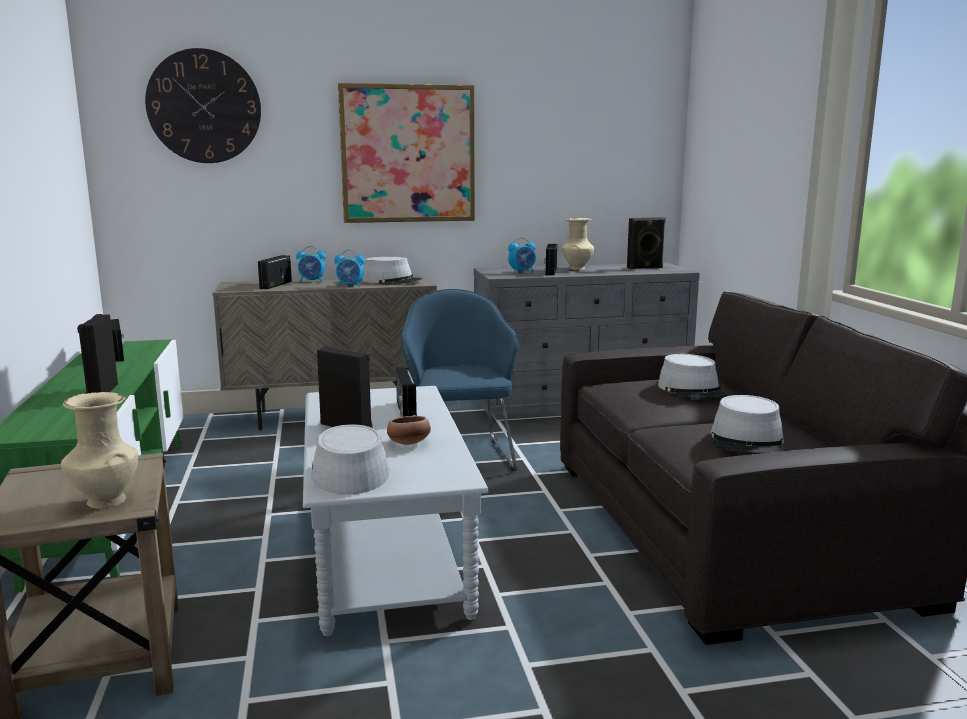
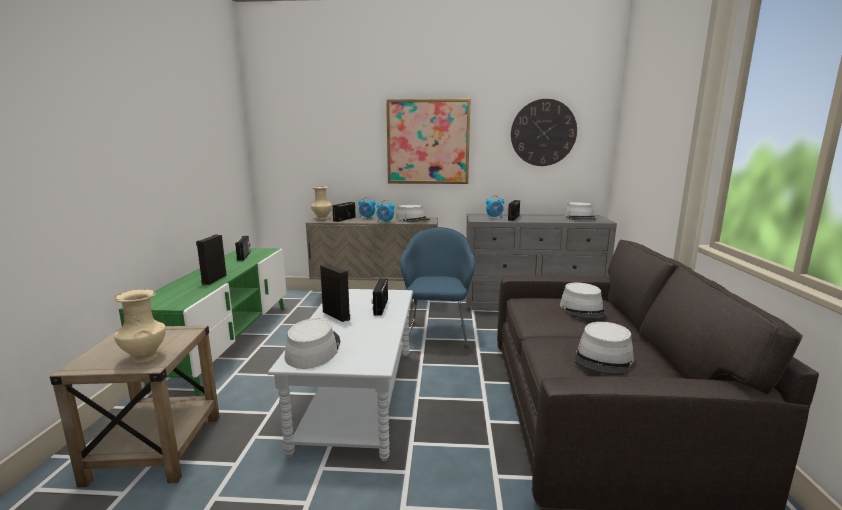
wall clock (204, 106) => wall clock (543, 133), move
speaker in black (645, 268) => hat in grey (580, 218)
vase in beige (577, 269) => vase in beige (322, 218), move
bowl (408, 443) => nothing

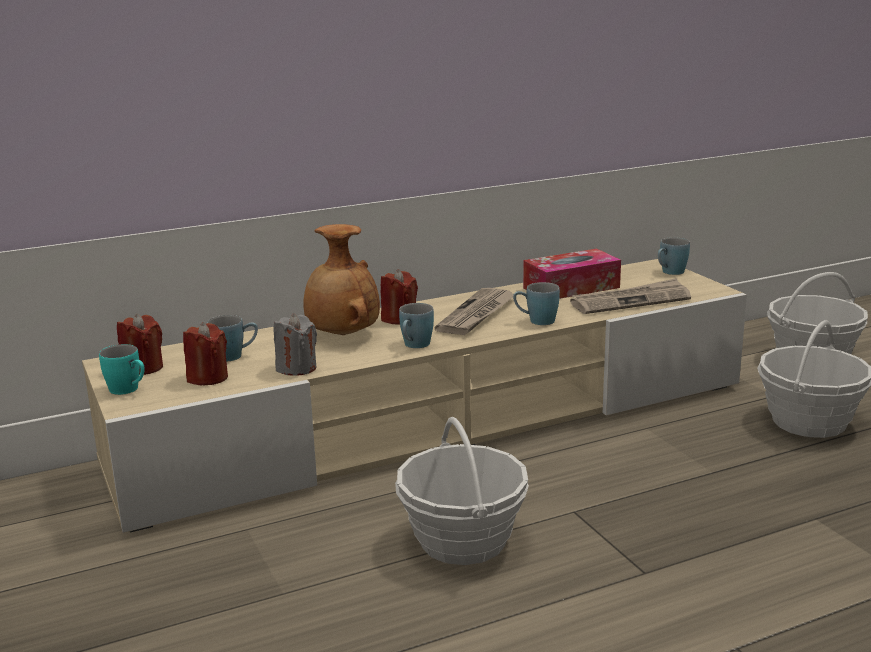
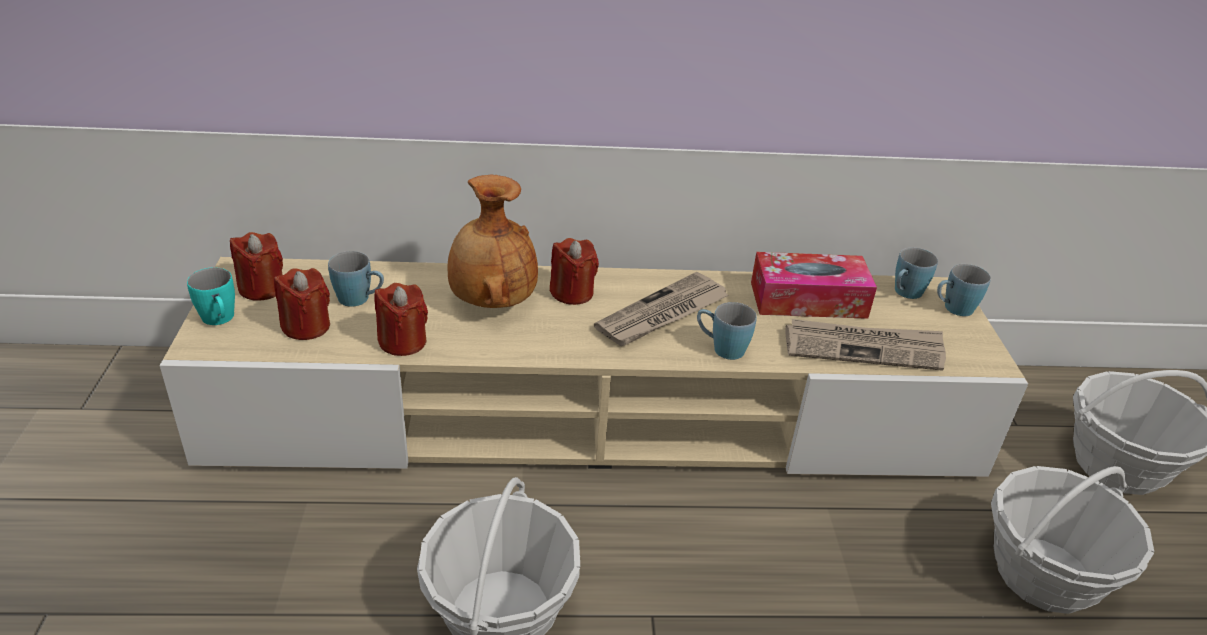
mug in blue (414, 346) => mug in blue (904, 294), move
candle in grey (296, 368) => candle in red (402, 342)

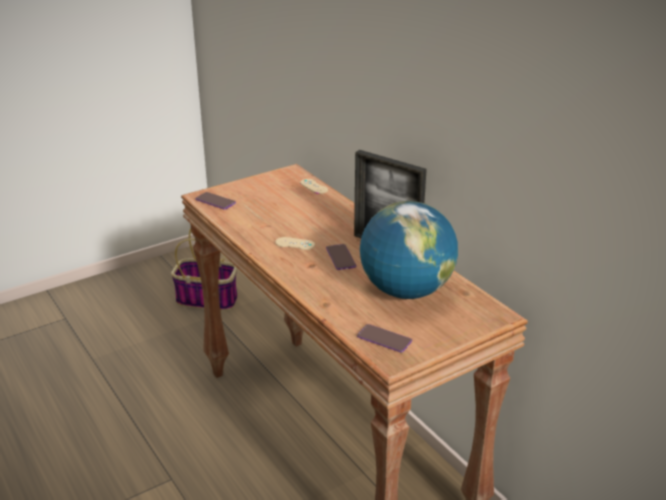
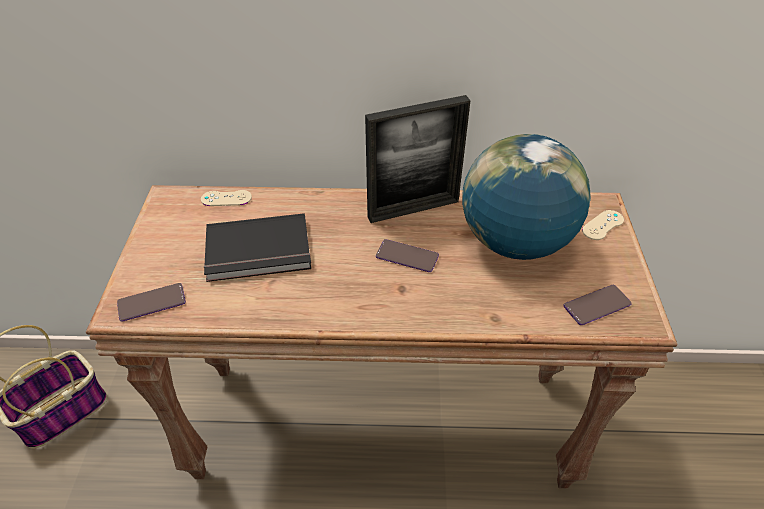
game controller in beige (295, 244) => game controller in beige (603, 225), move
nothing => book in black (259, 252)

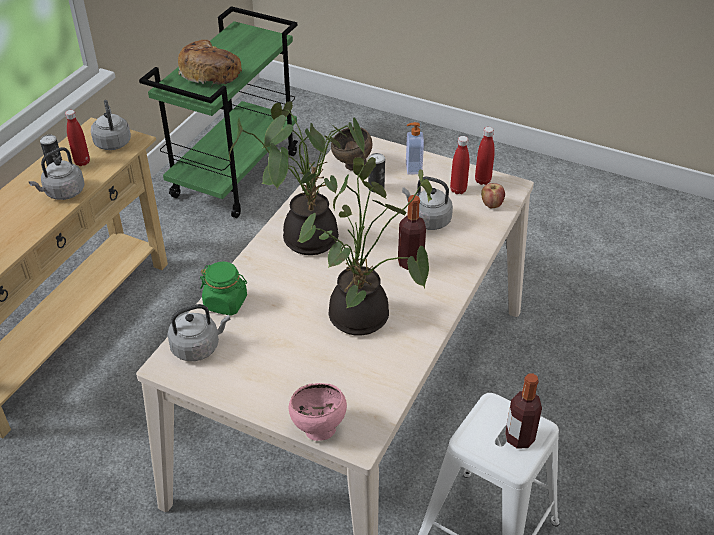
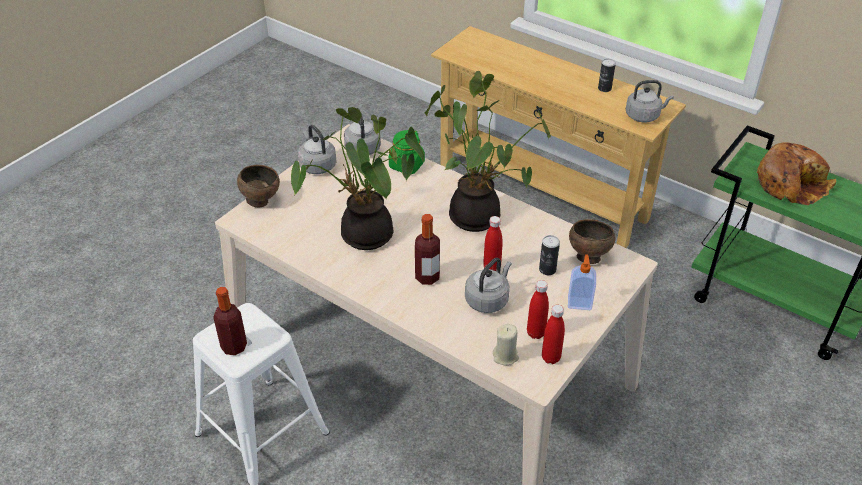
bottle in red (82, 162) => bottle in red (492, 268), move
kettle in grey (63, 193) => kettle in grey (317, 165), move
apple (491, 205) => candle in beige (505, 356)
bowl in pink (318, 429) => bowl in brown (261, 201)

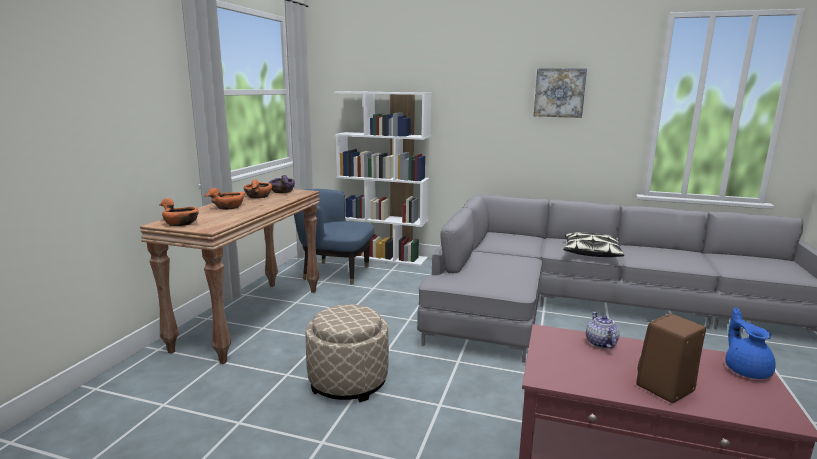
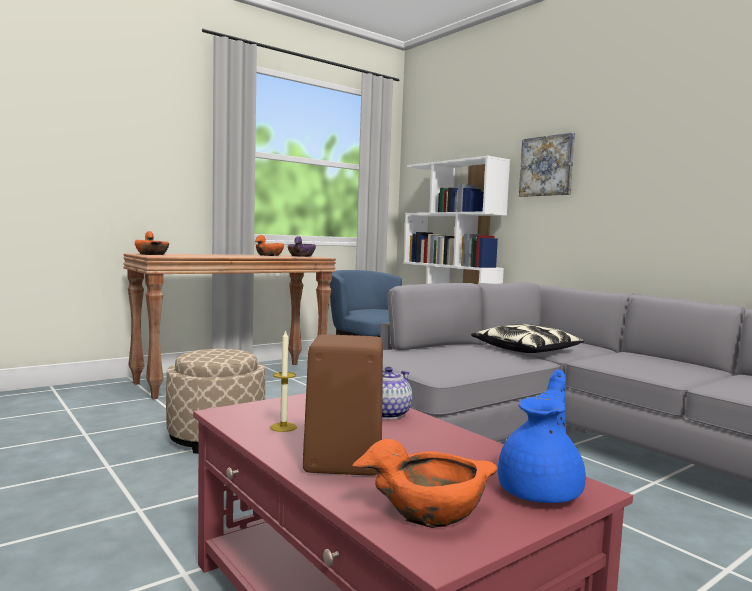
picture (559, 93) => picture (547, 166), move
bowl in orange (228, 207) => bowl in orange (432, 510), move
pillow (591, 252) => pillow (526, 350), move
nothing => candle (283, 427)

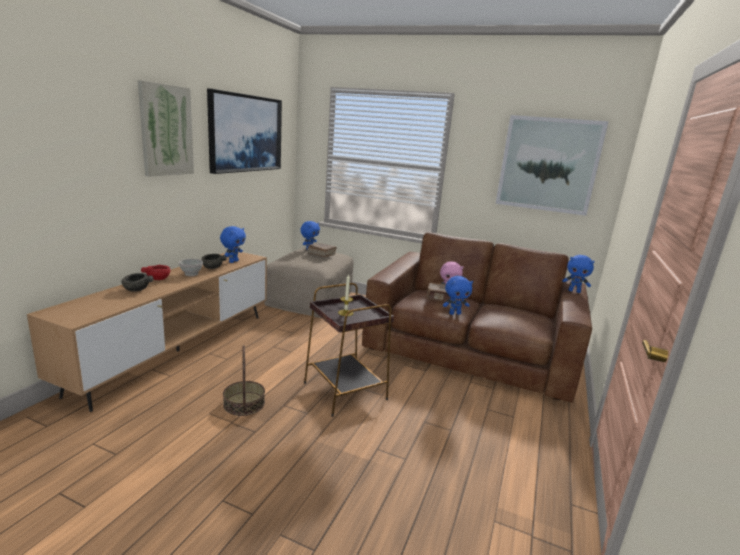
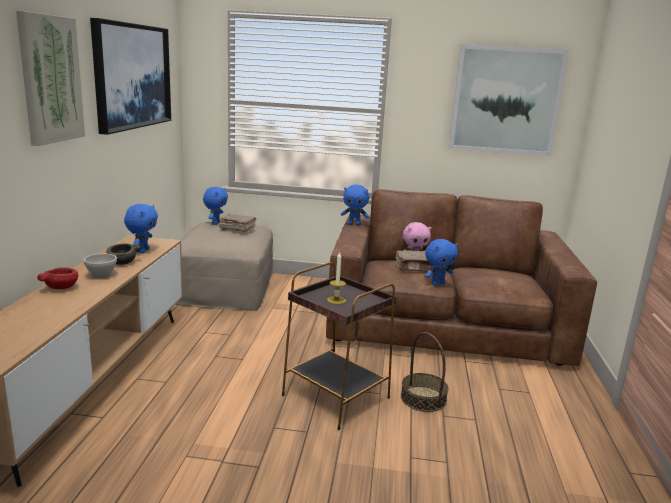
plush toy in blue (574, 291) => plush toy in blue (354, 224), move
bowl in grey (136, 290) => nothing
basket (244, 403) => basket (423, 398), move

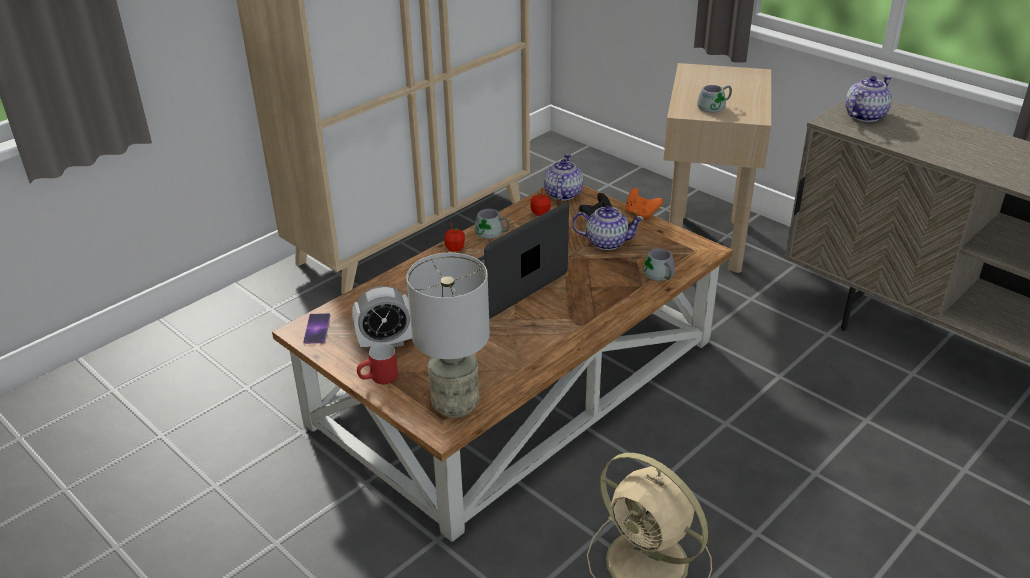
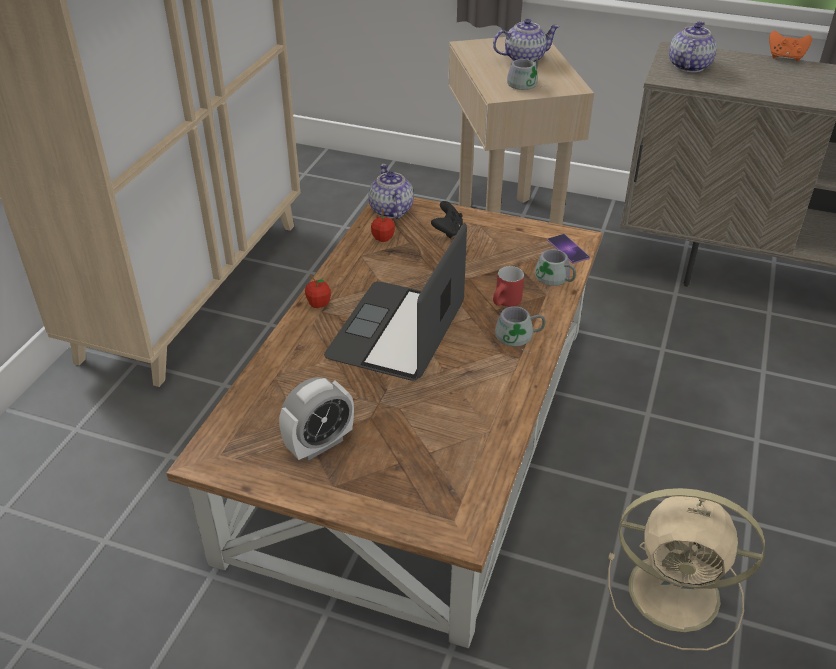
game controller in orange (641, 214) => game controller in orange (785, 57), move
teapot (606, 242) => teapot (523, 58), move
mug in grey (491, 234) => mug in grey (519, 338), move
table lamp in grey (454, 405) => nothing
phone (317, 328) => phone (568, 249), move
mug in red (379, 380) => mug in red (506, 304), move

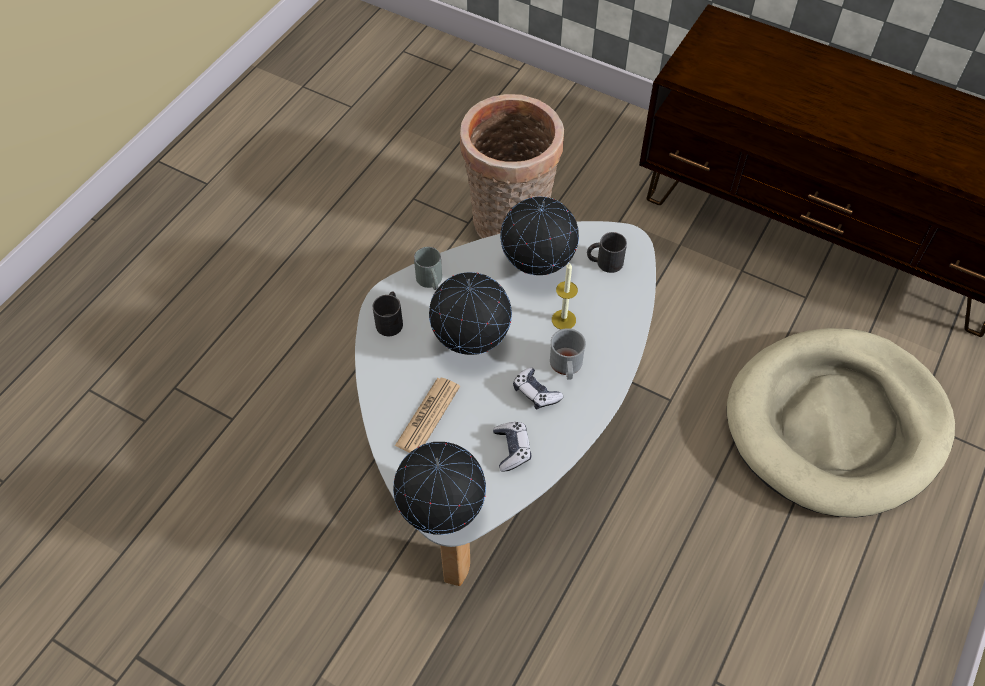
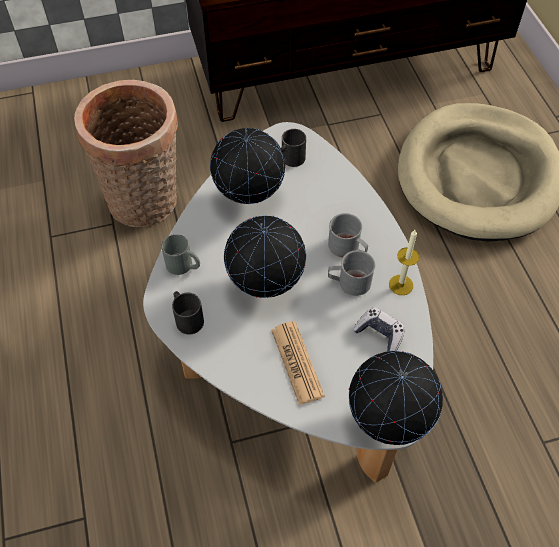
candle (563, 320) => candle (401, 285), move
game controller (536, 393) => mug in grey (349, 282)

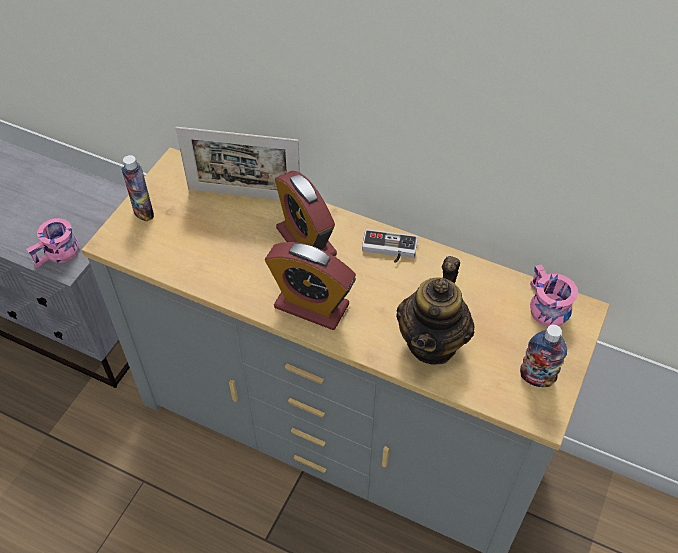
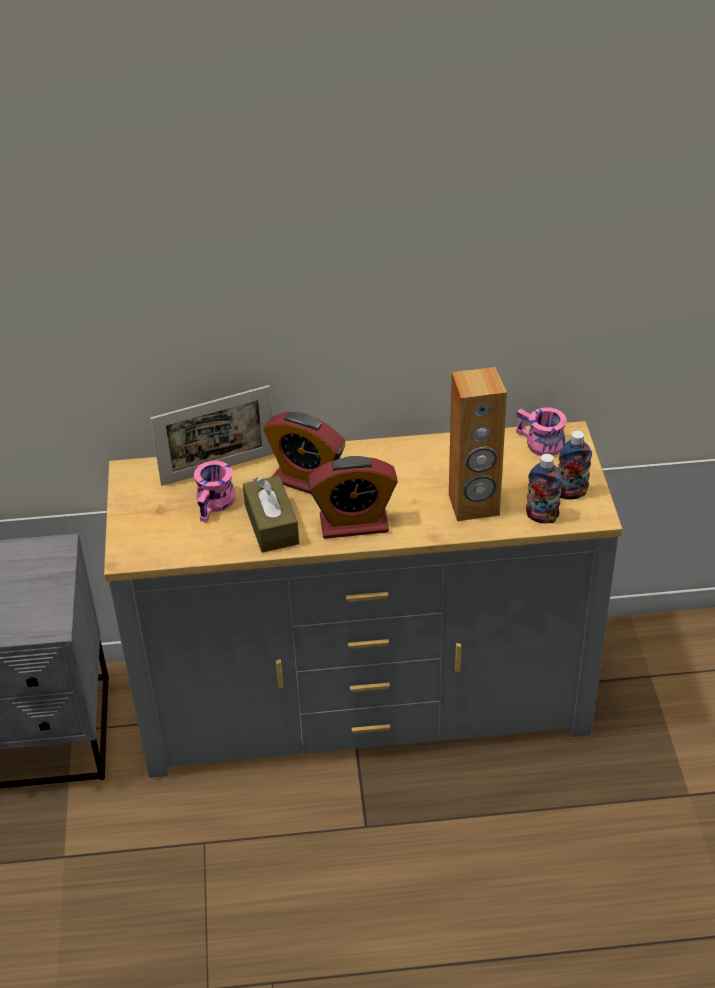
bottle (143, 212) => bottle (541, 517), move
mug in pink (59, 255) => mug in pink (216, 504), move
game controller (388, 250) => nothing
teapot (432, 342) => speaker in brown (474, 505)
nothing => tissue box in brown (271, 525)

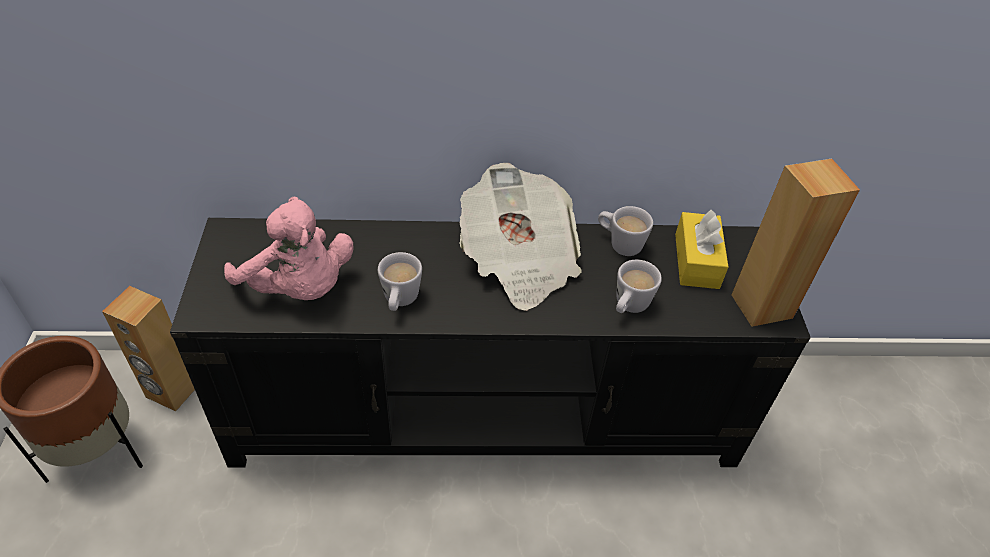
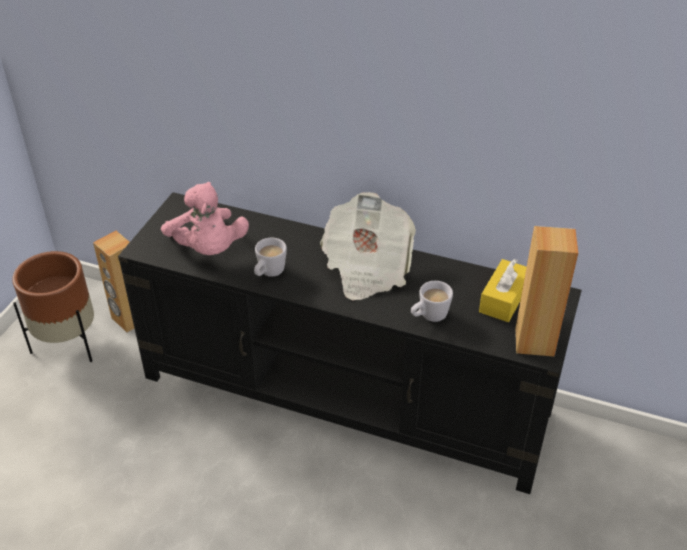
mug in white (619, 244) => nothing

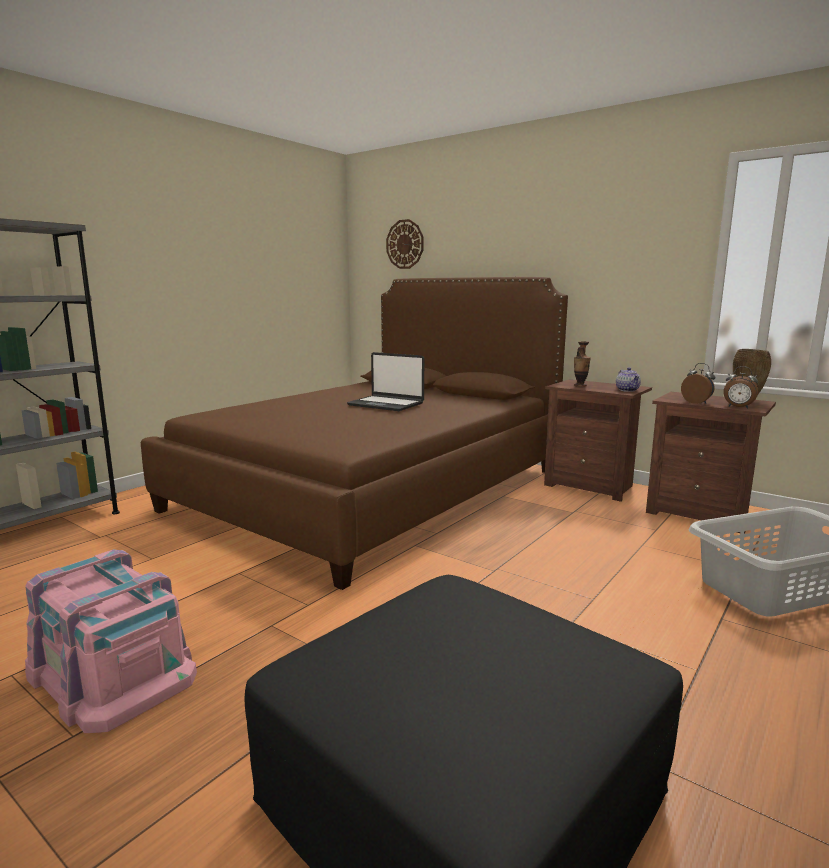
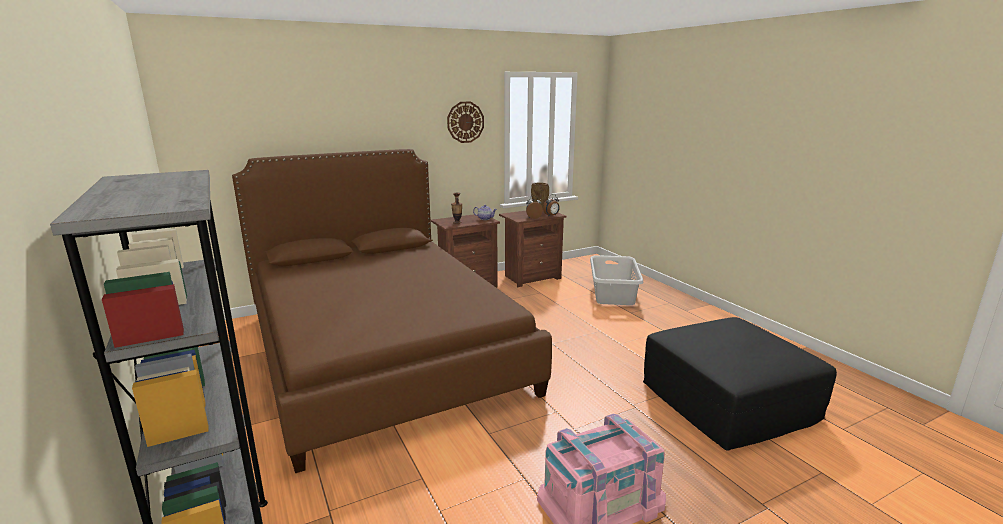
wall clock (405, 244) => wall clock (465, 122), move
laptop (386, 404) => nothing

